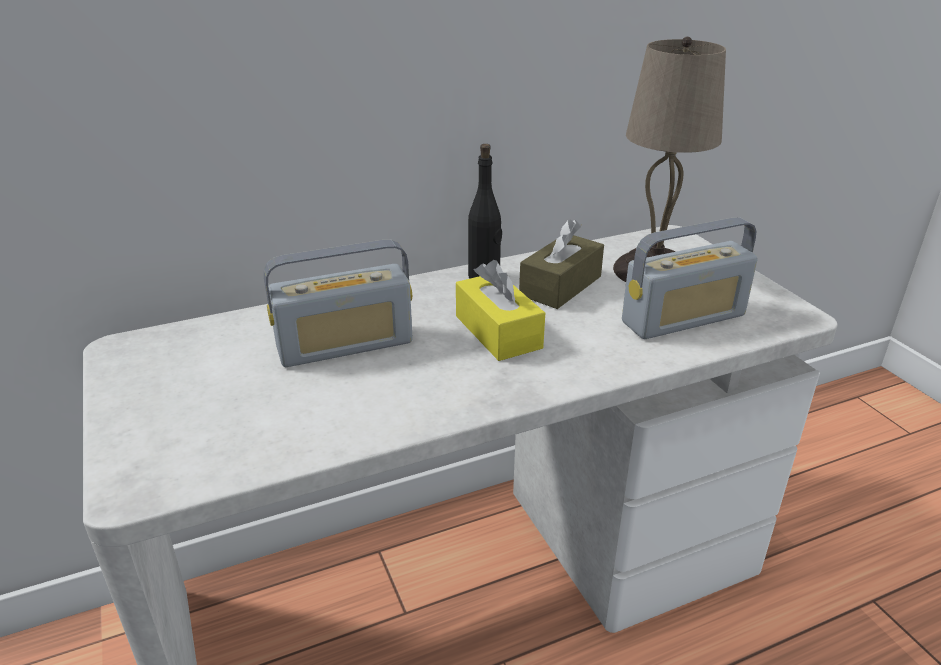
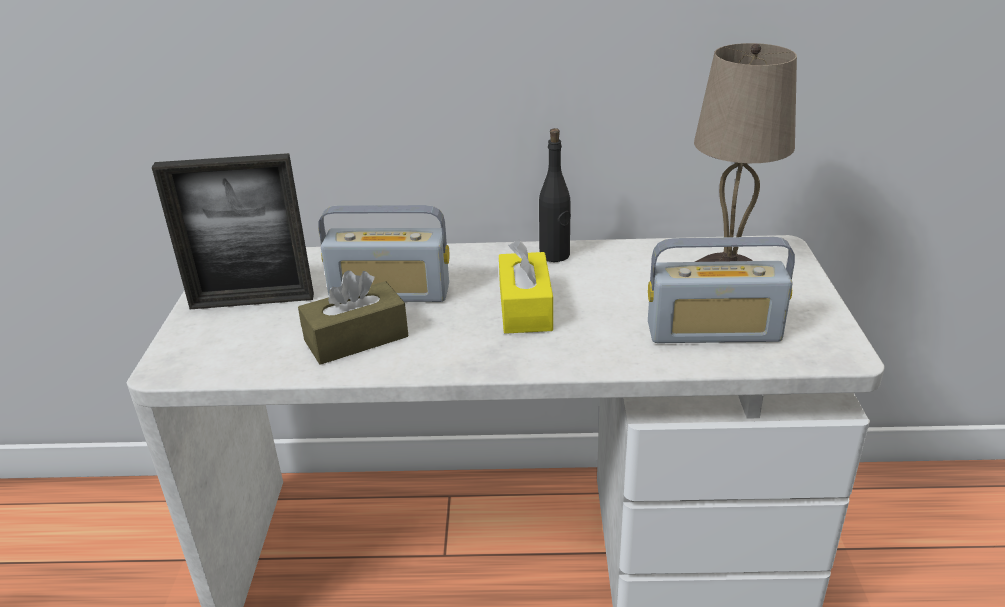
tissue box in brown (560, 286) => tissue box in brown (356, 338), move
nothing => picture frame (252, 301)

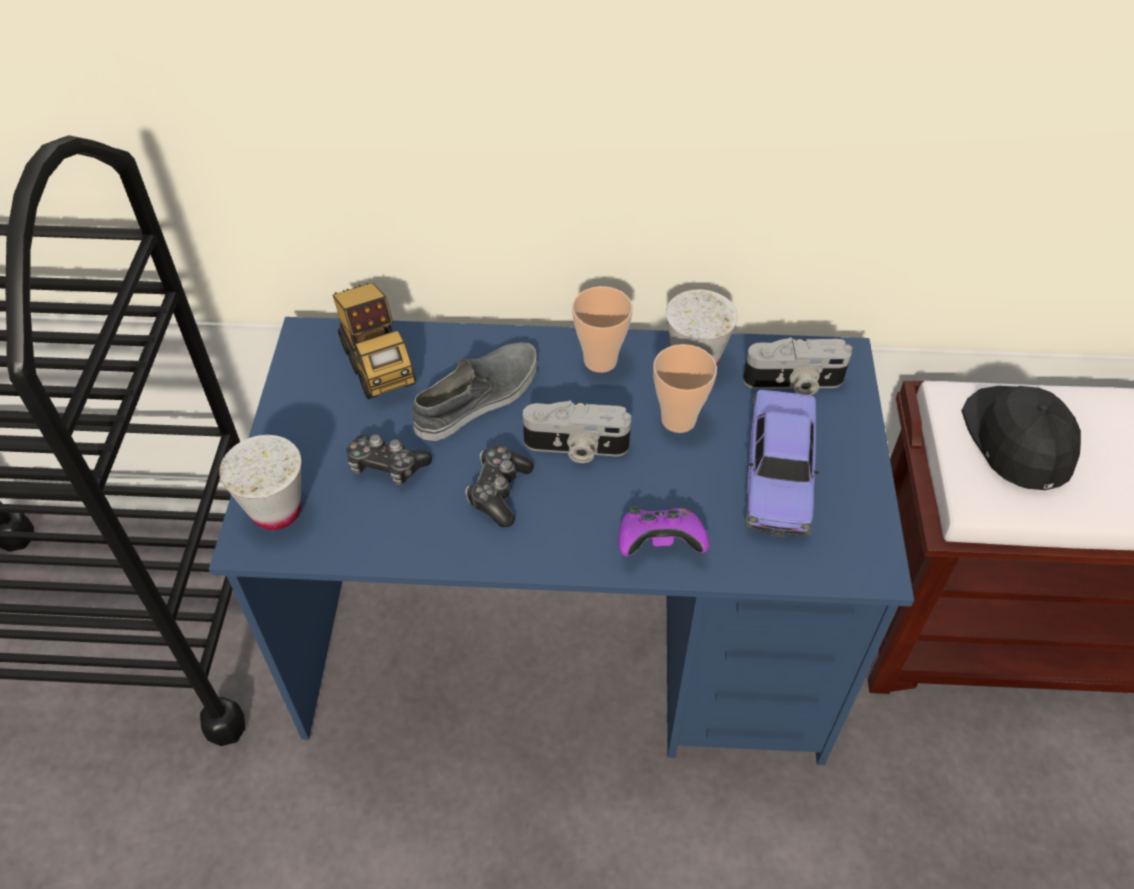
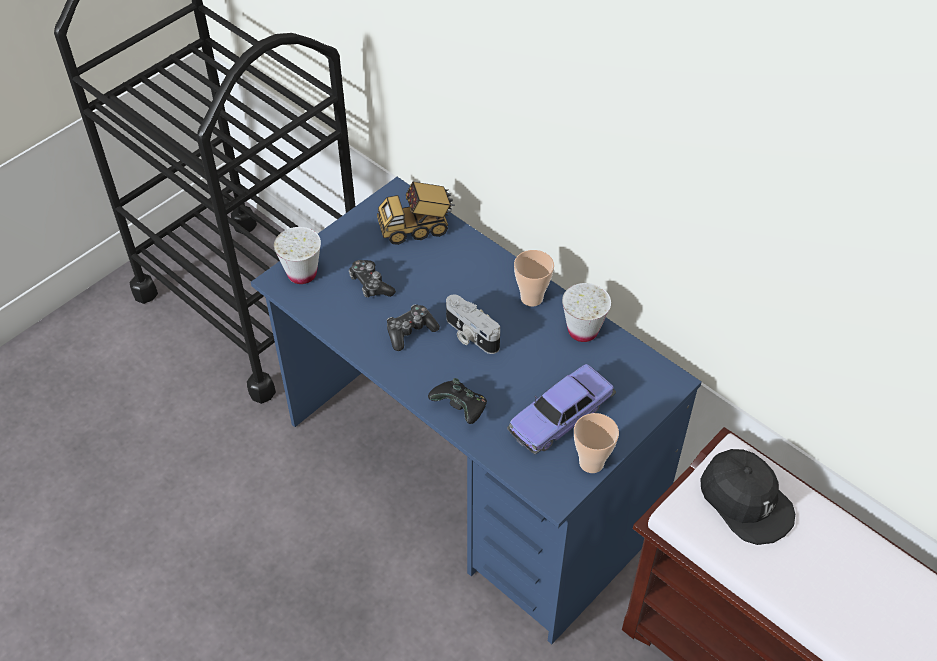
toy truck (377, 363) => toy truck (416, 229), 60 degrees clockwise
photo camera (793, 383) => nothing
shoe in grey (479, 398) => nothing
cup (678, 420) => cup (591, 462), move
cap in black (1017, 440) => cap in black (745, 501), 105 degrees clockwise
game controller in purple (660, 544) => game controller in black (460, 409)

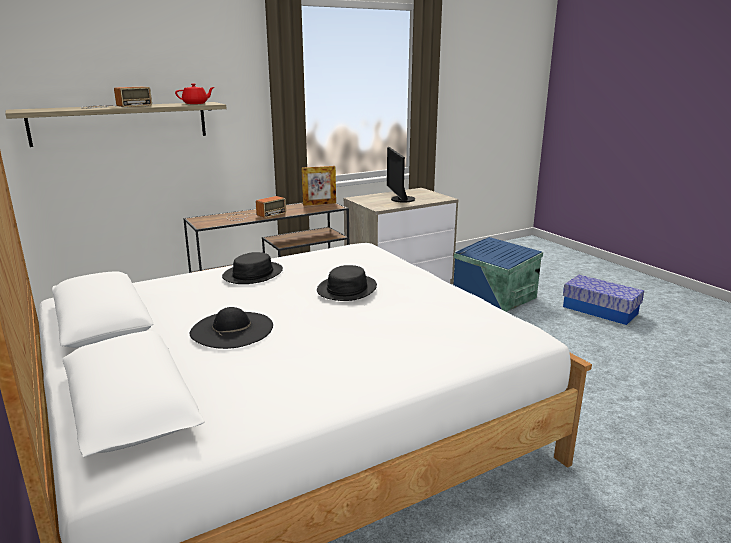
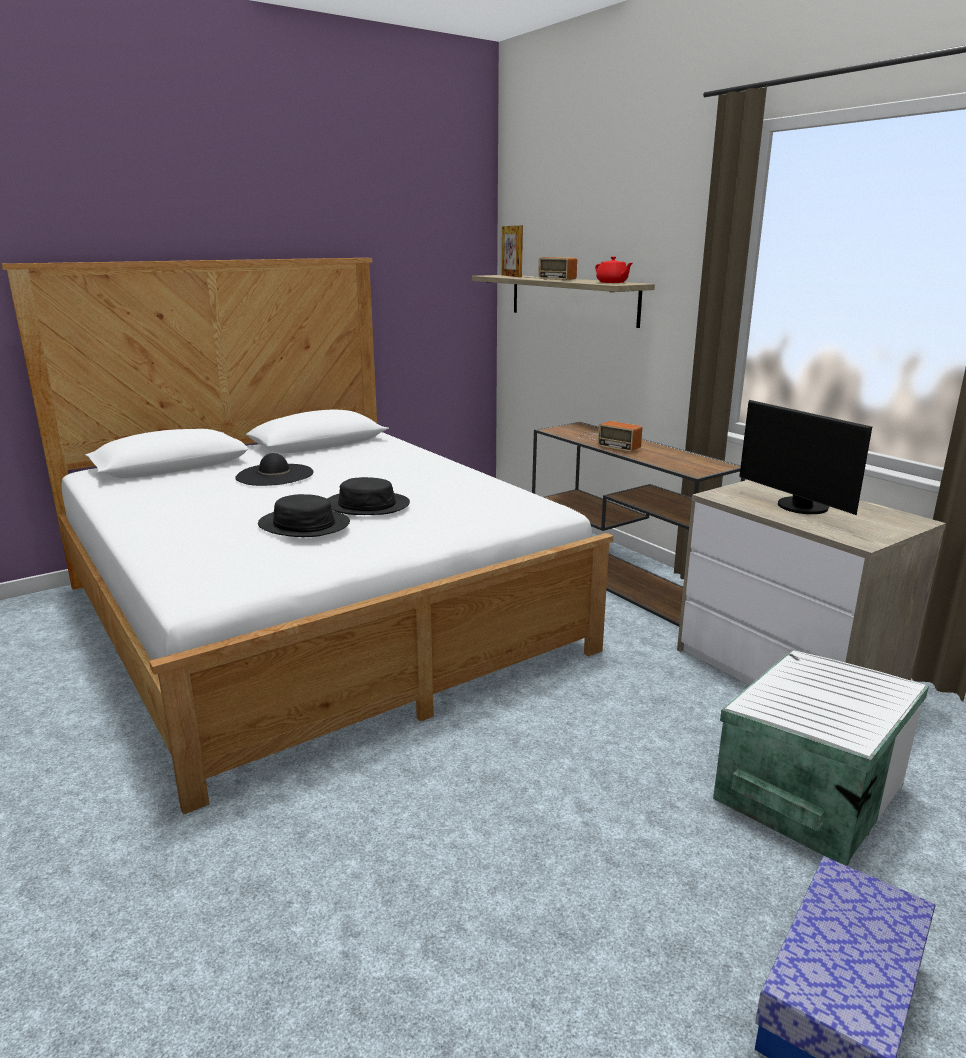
monitor (400, 199) => monitor (799, 507), 105 degrees counterclockwise
picture frame (319, 204) => picture frame (511, 276), move
storage box in blue (494, 296) => storage box in white (805, 791)
hat in black (253, 274) => hat in black (304, 525), move

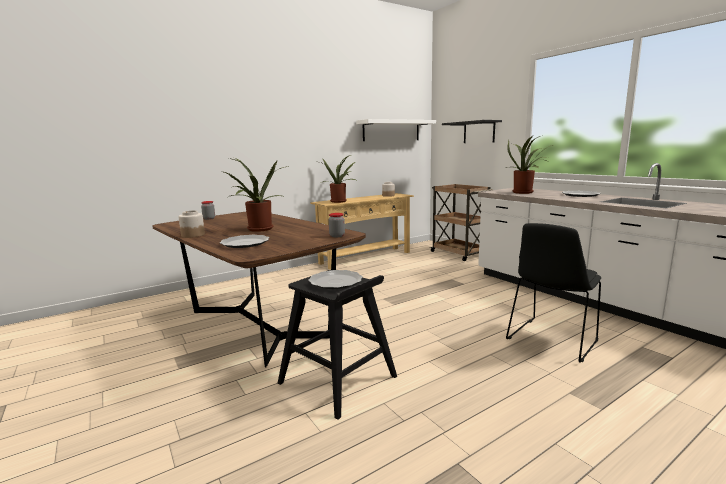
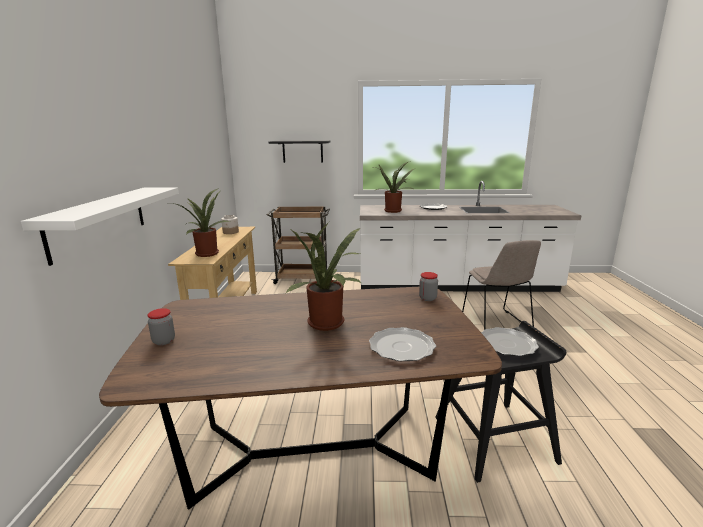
shelf in white (391, 130) => shelf in white (99, 221), move
jar (193, 235) => nothing
chair in black (551, 341) => chair in beige (496, 324)

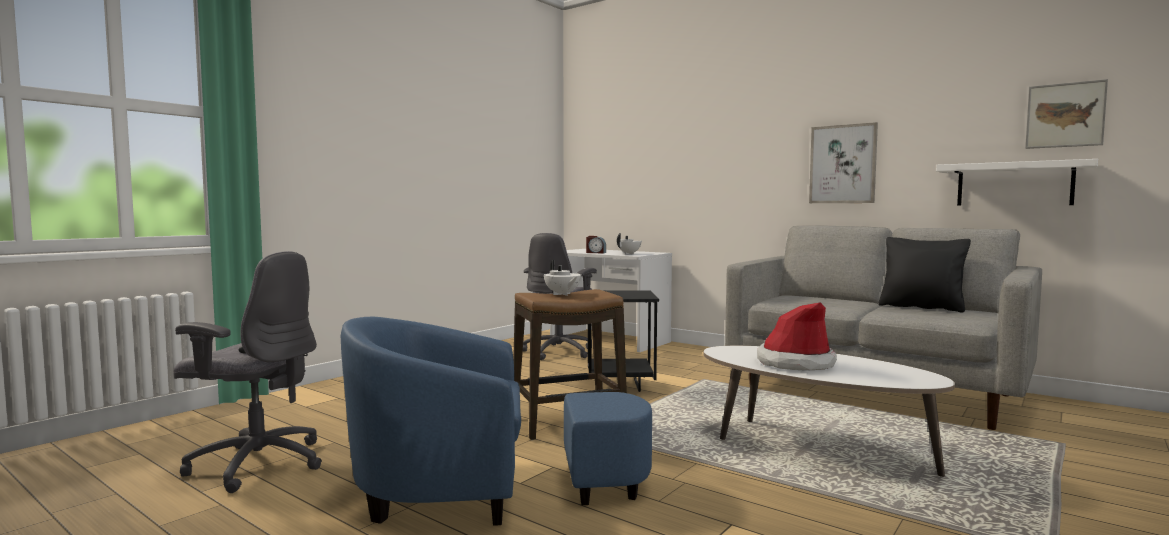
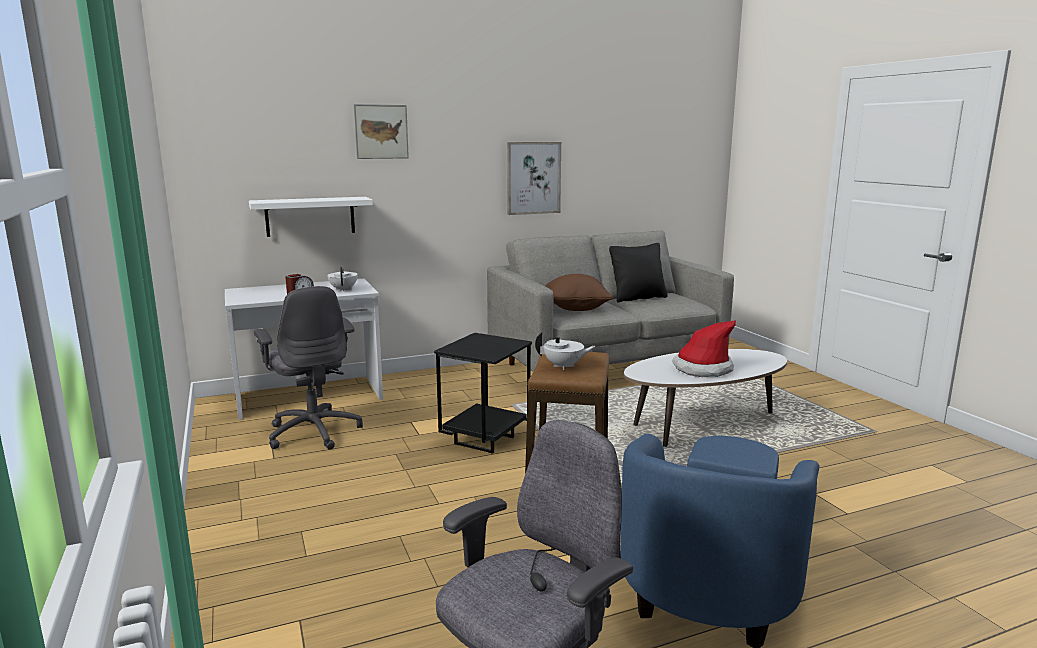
picture (1065, 115) => picture (381, 131), move
shelf in white (1014, 184) => shelf in white (310, 216), move
nothing => pillow in brown (576, 308)

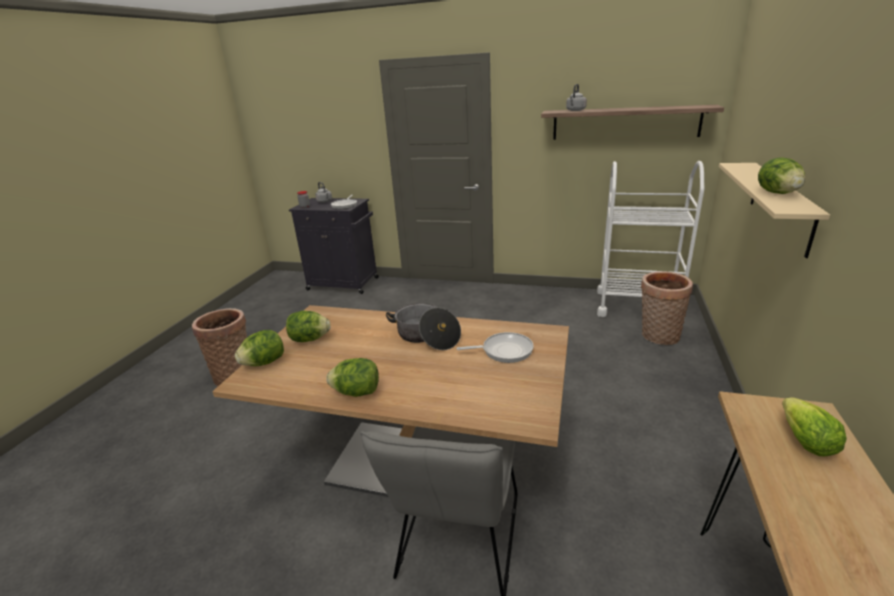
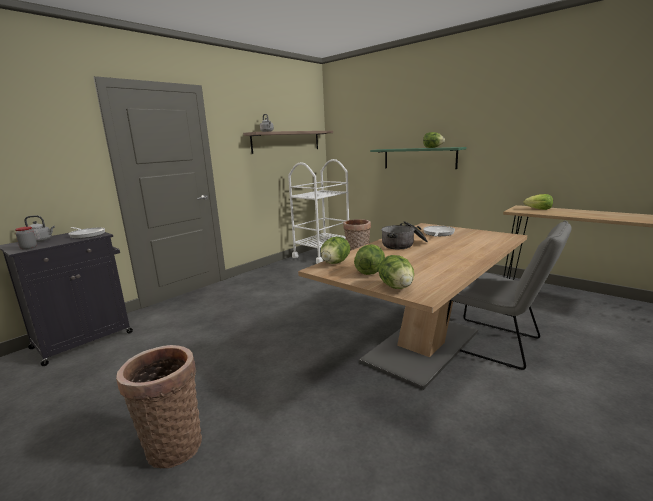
shelf in beige (780, 205) => shelf in green (419, 158)
lettuce (357, 392) => lettuce (335, 263), move

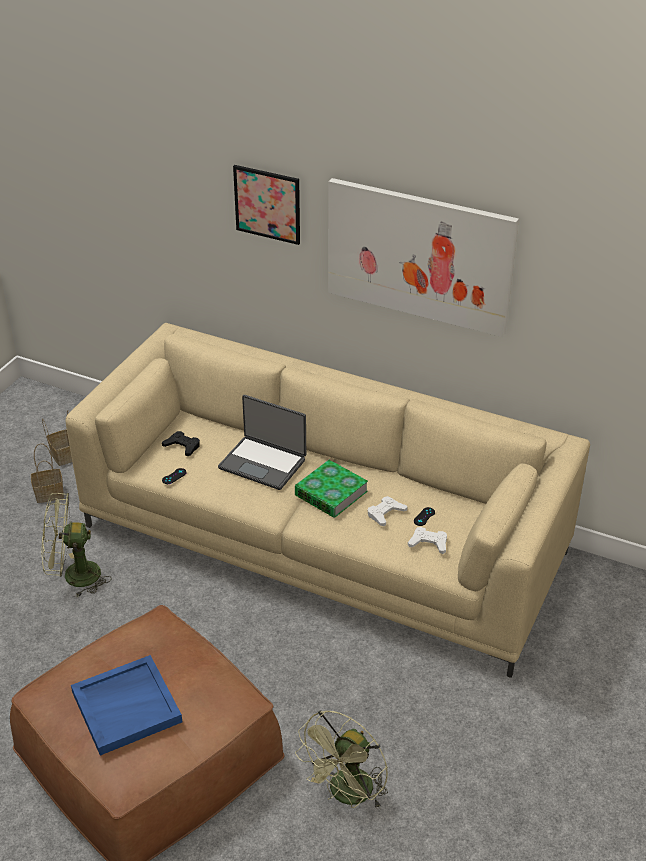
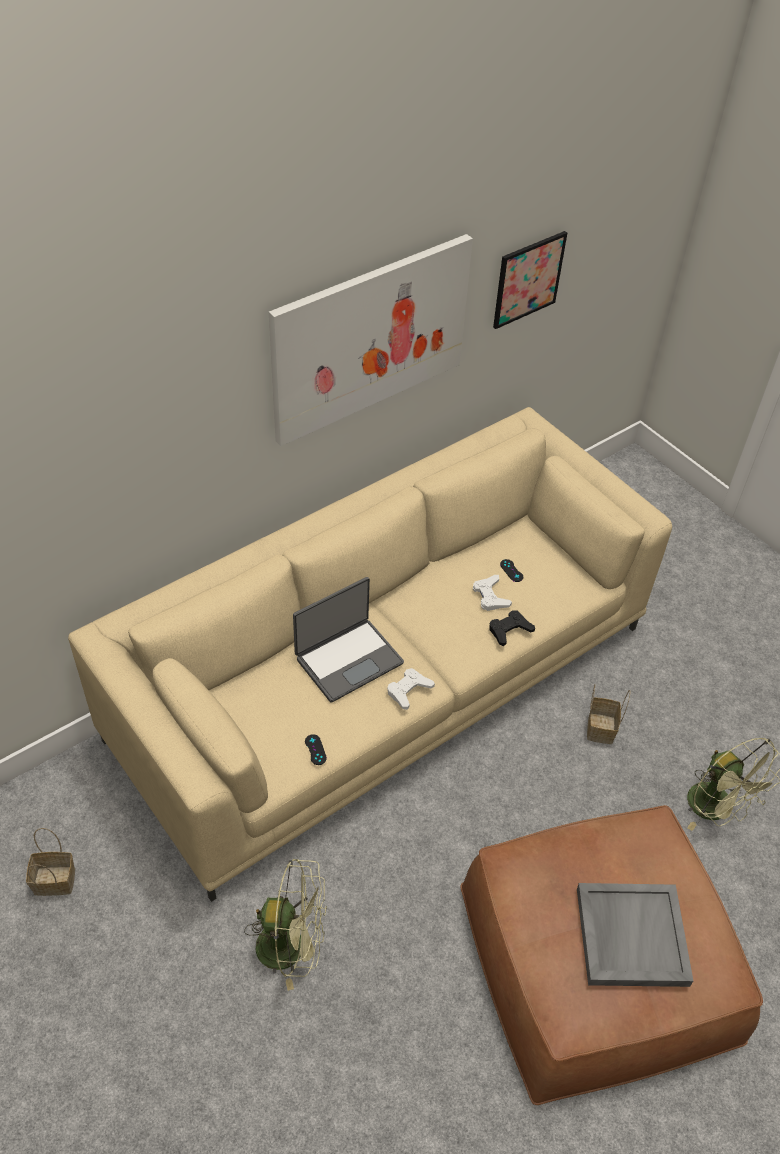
picture (267, 204) => picture (528, 279), move
game controller in black (182, 446) => game controller in black (509, 630), move
basket (50, 493) => basket (600, 727), move
book (331, 493) => nothing
fan in green (73, 576) => fan in green (291, 946), 105 degrees counterclockwise
game controller in white (428, 543) => game controller in white (408, 690), move
tray in blue (127, 706) => tray in grey (630, 935)

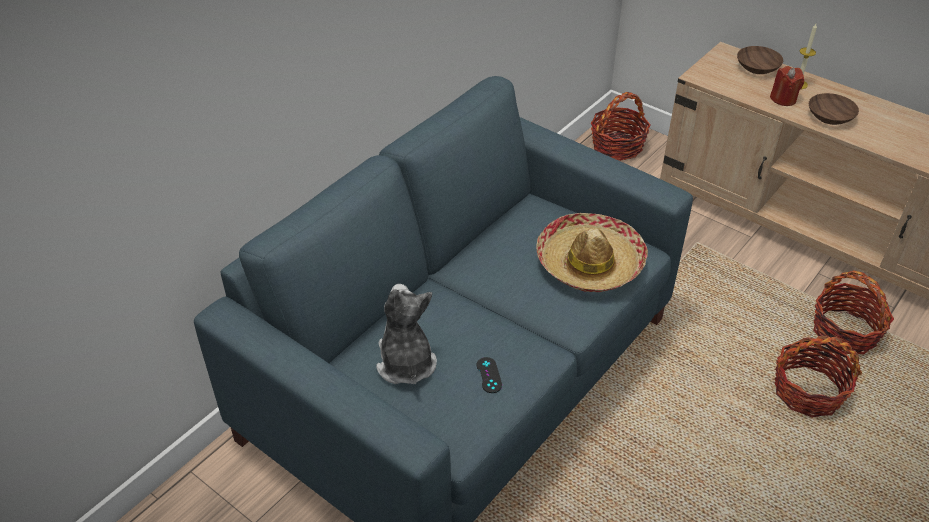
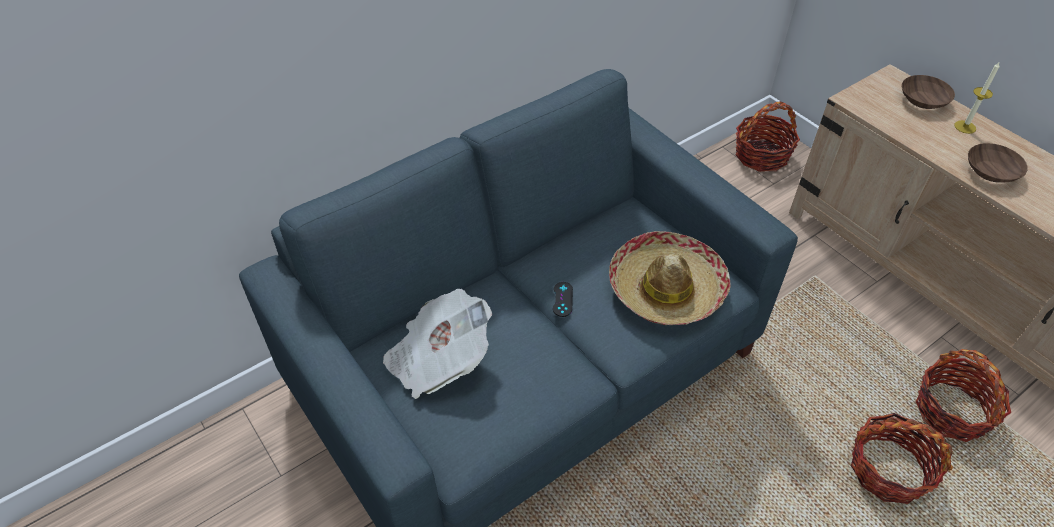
candle in red (783, 99) => nothing
plush toy (405, 363) => newspaper (438, 359)
game controller in black (489, 375) => game controller in black (562, 299), move

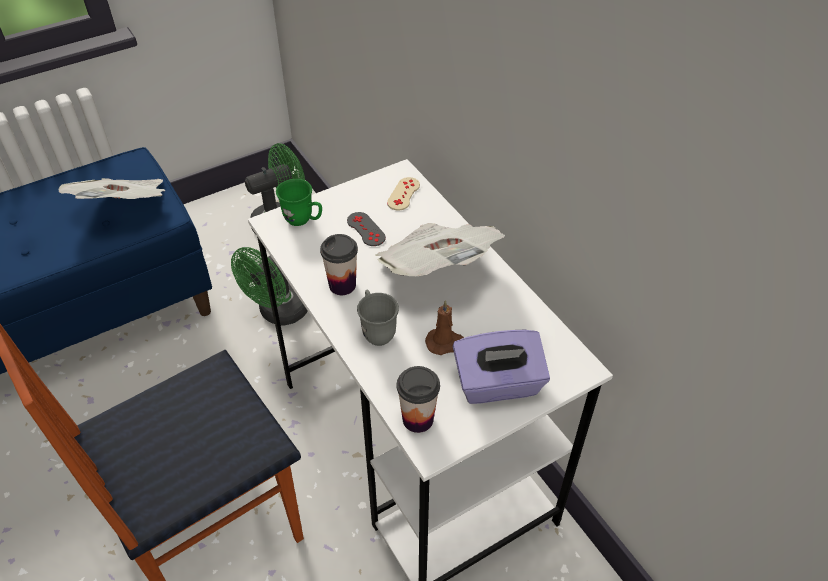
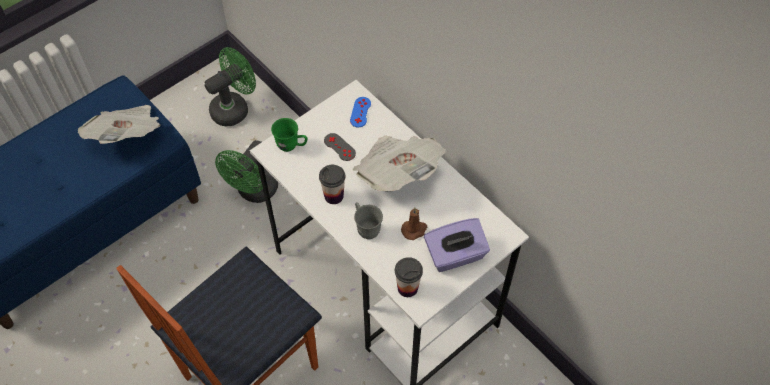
game controller in beige (403, 194) => game controller in blue (360, 112)

